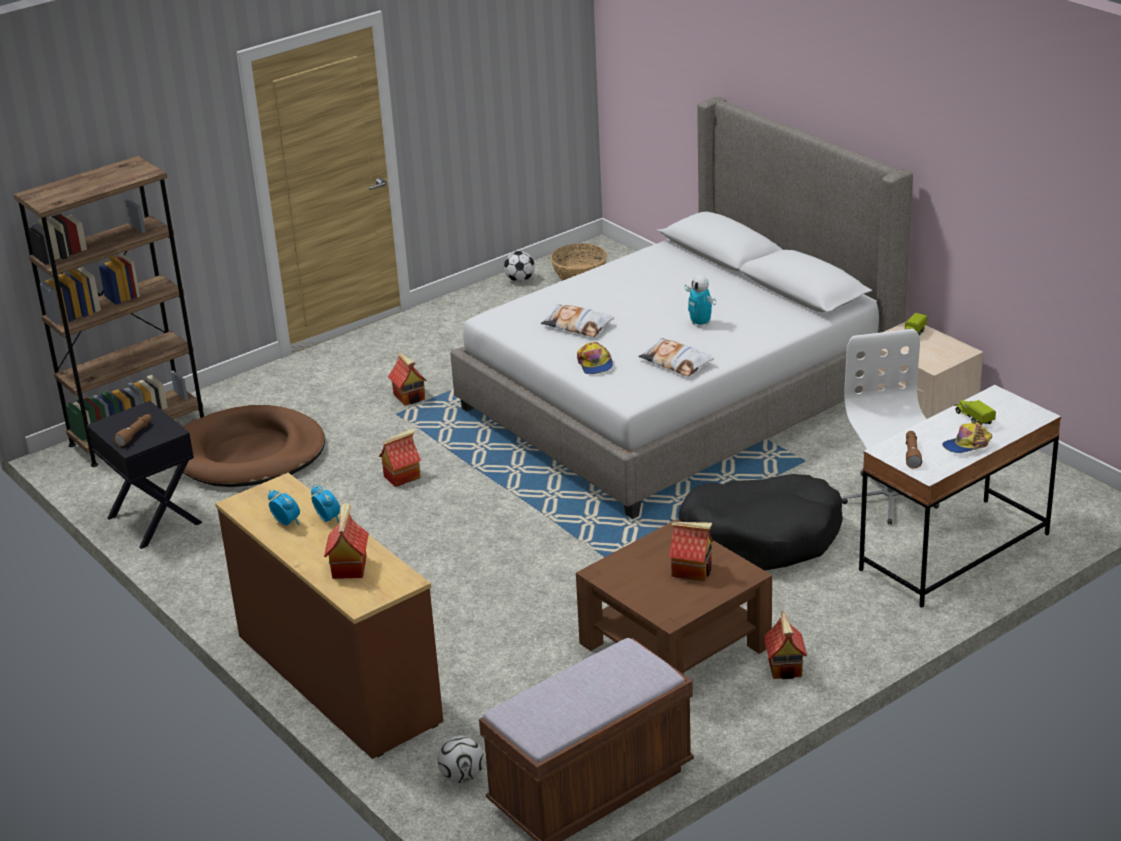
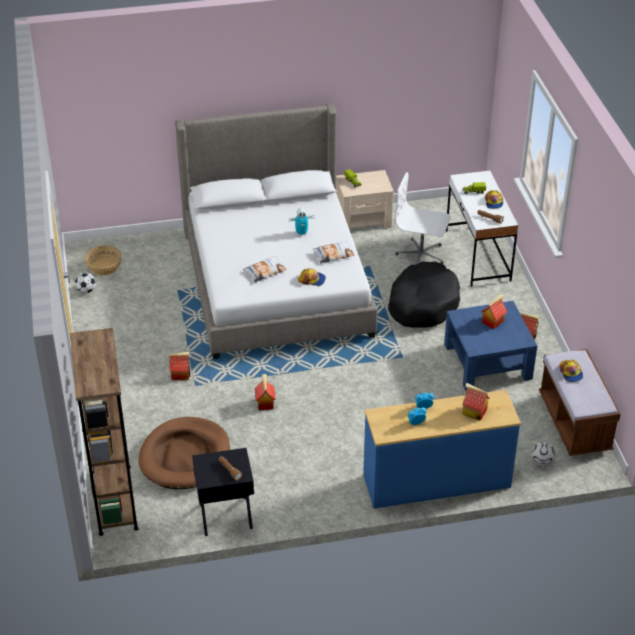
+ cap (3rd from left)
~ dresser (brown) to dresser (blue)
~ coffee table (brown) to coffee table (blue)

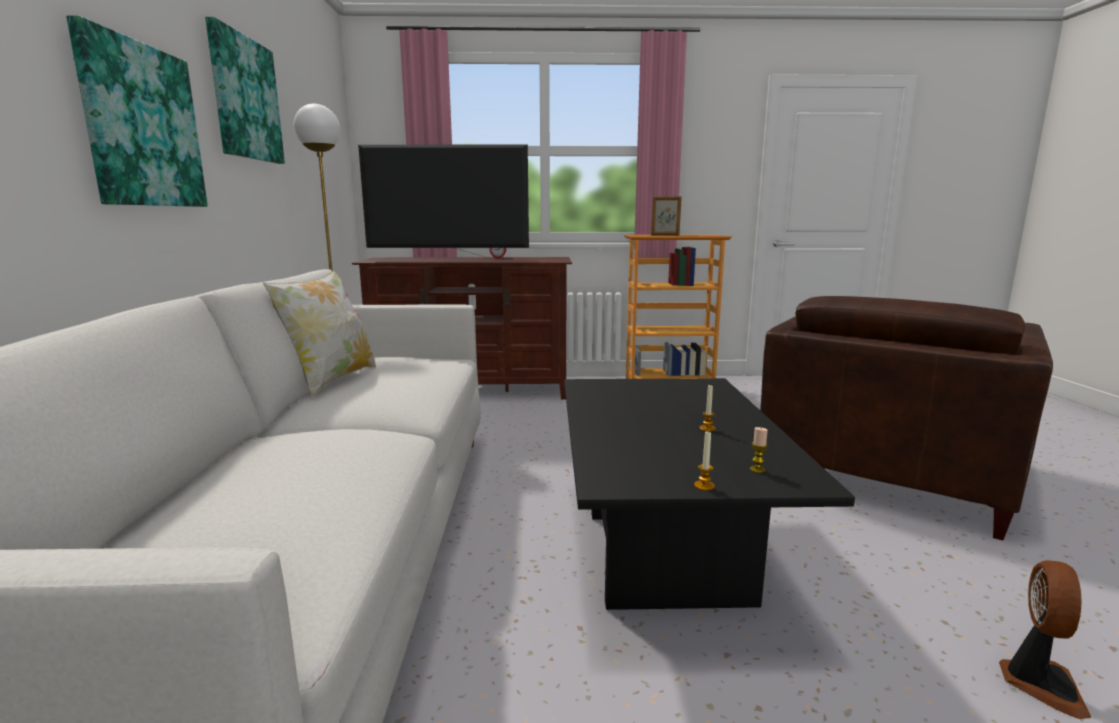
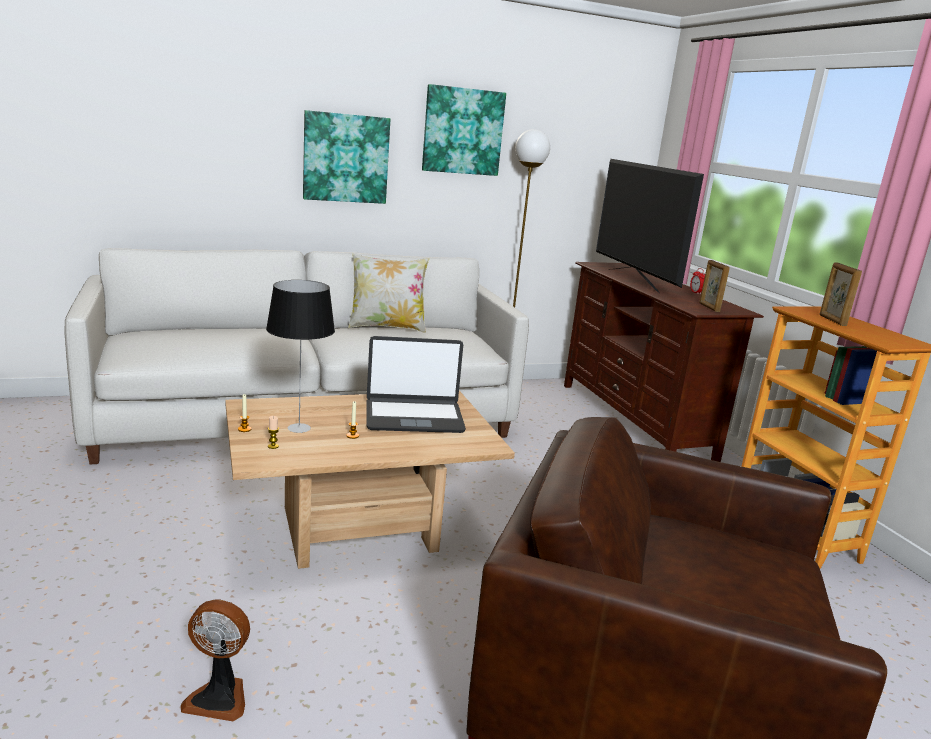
+ table lamp
+ laptop
+ picture frame (1st from left)
~ coffee table (black) to coffee table (beige)

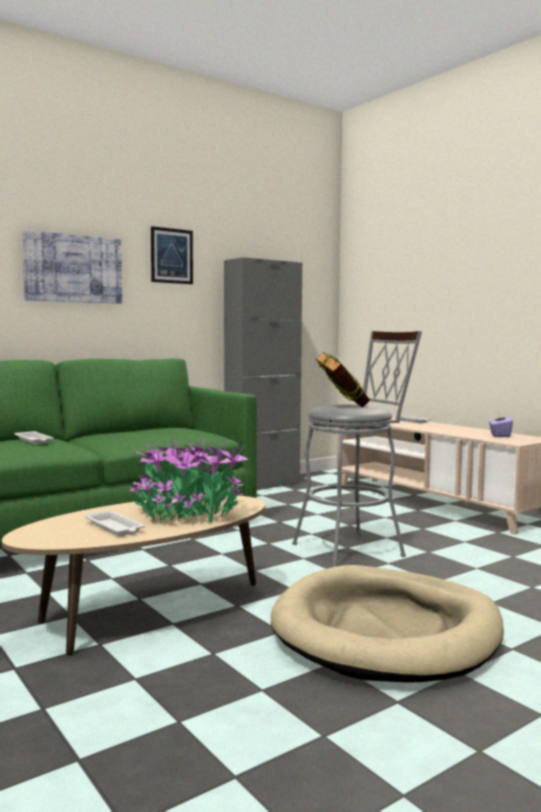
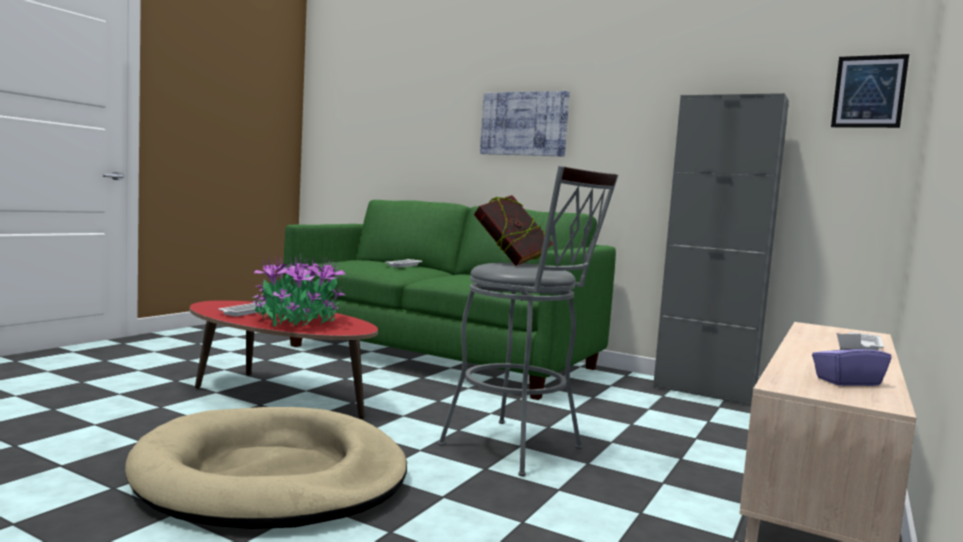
~ picture (2nd from left)
~ coffee table (beige) to coffee table (red)

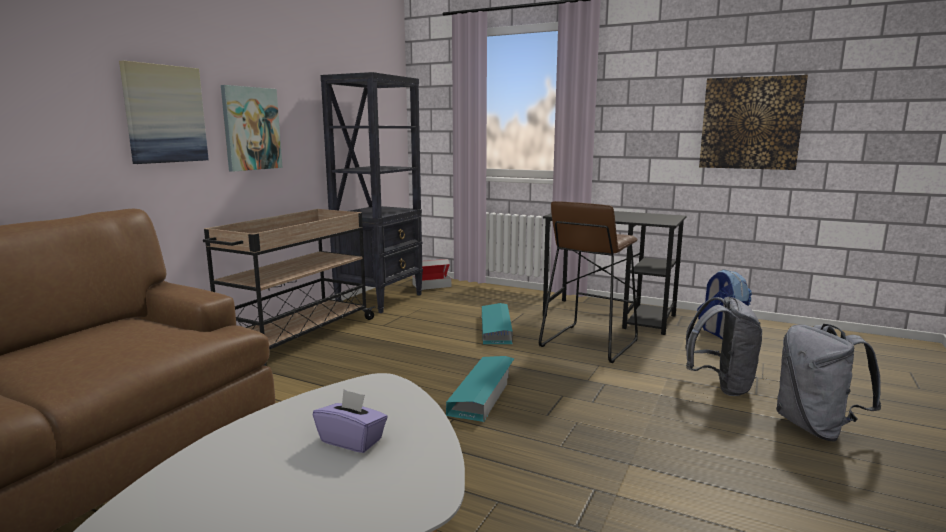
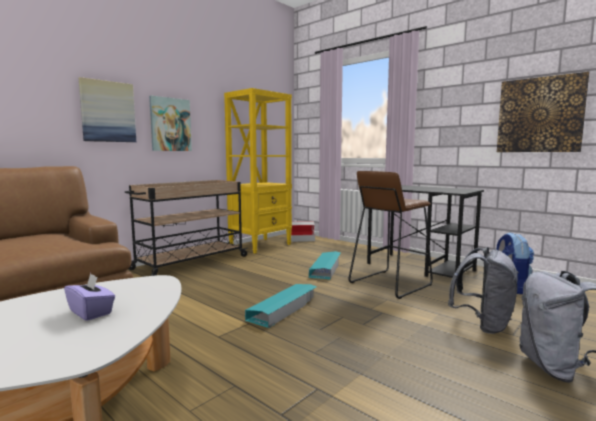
~ bookcase (black) to bookcase (yellow)

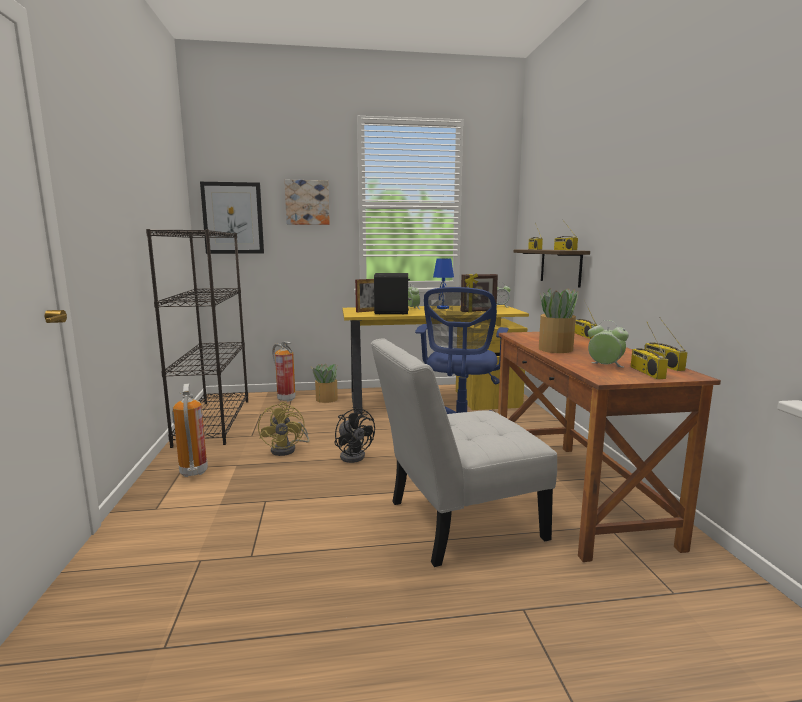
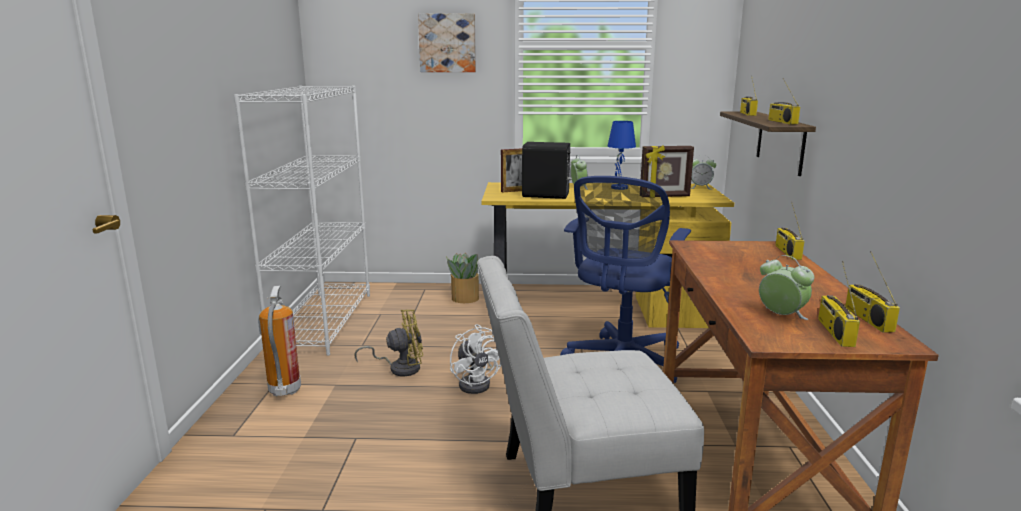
- picture (1st from left)
- fire extinguisher (2nd from left)
- potted plant (2nd from left)
~ bookcase (black) to bookcase (white)
~ fan (black) to fan (white)
~ fan (yellow) 105 degrees counterclockwise

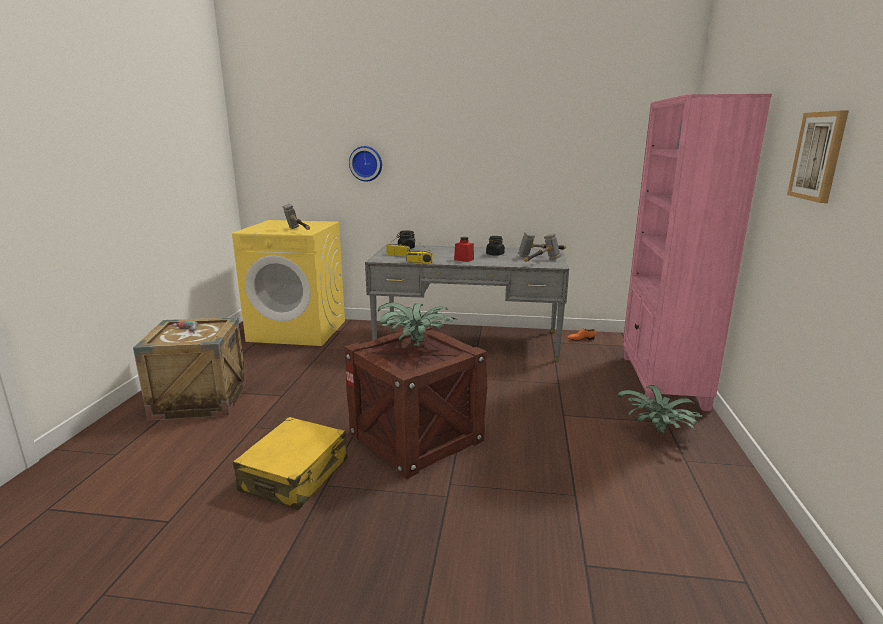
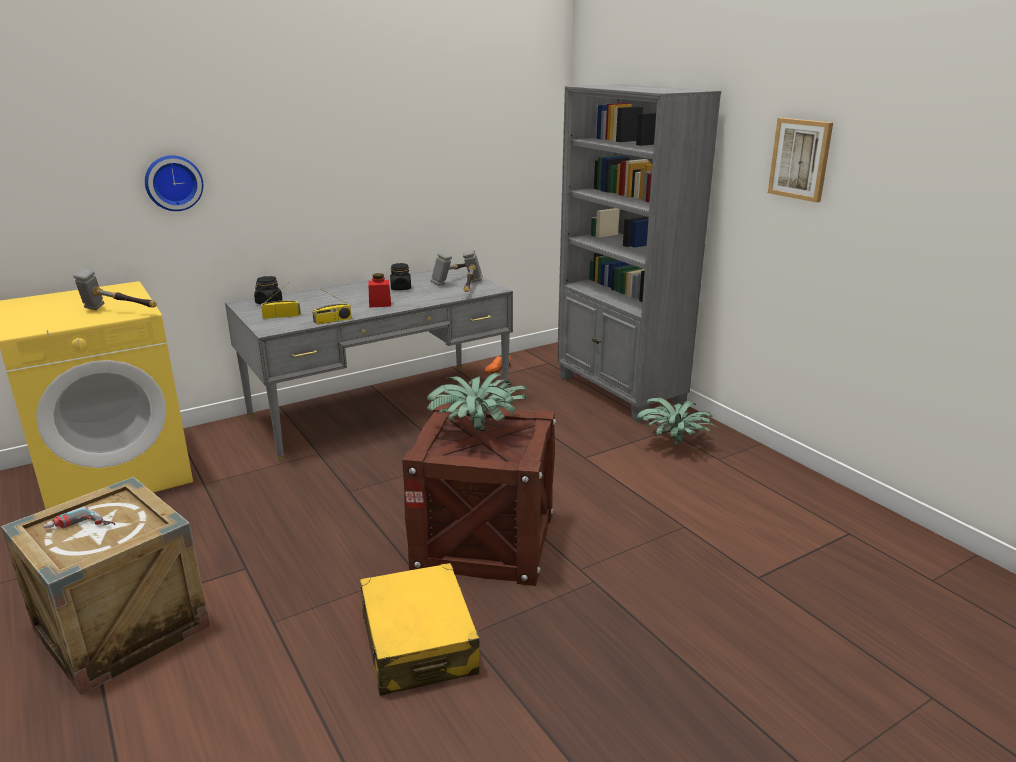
~ bookcase (pink) to bookcase (grey)

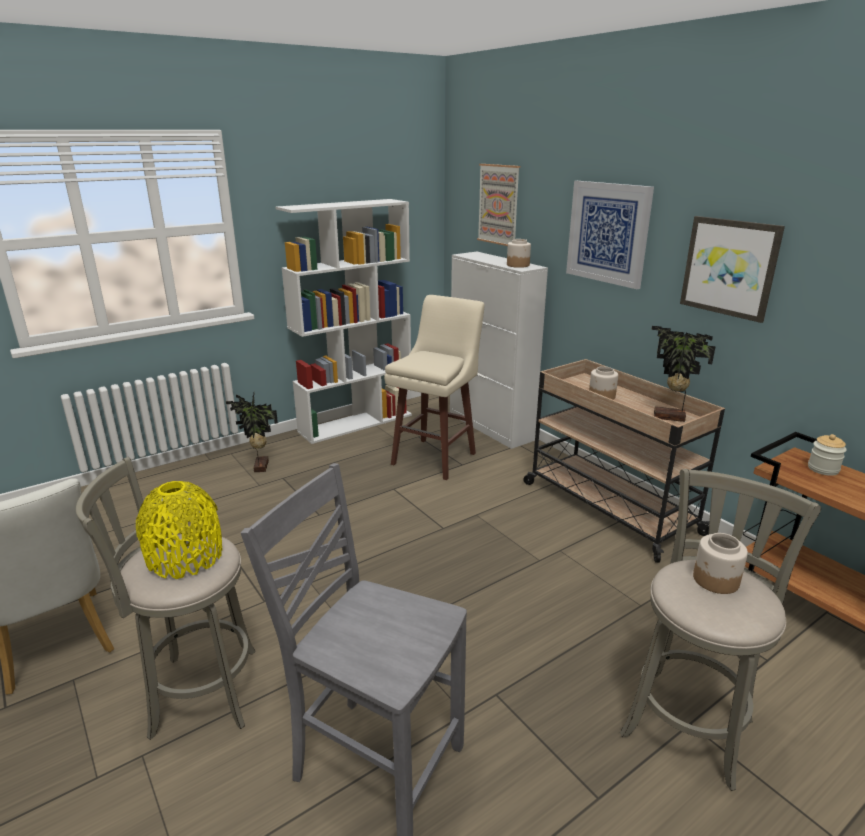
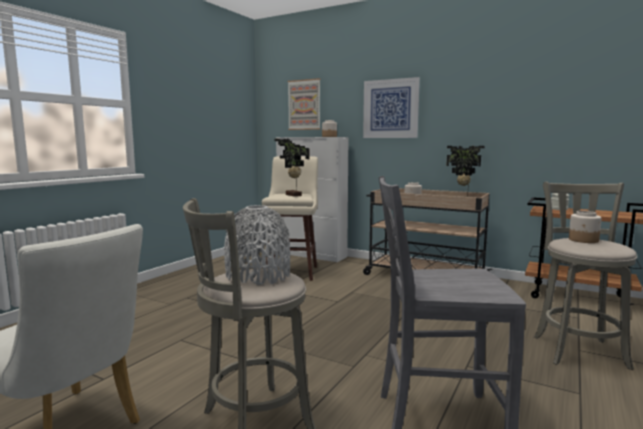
- bookcase (white)
- picture (3rd from left)
~ potted plant (1st from left)
~ vase (yellow) to vase (grey)

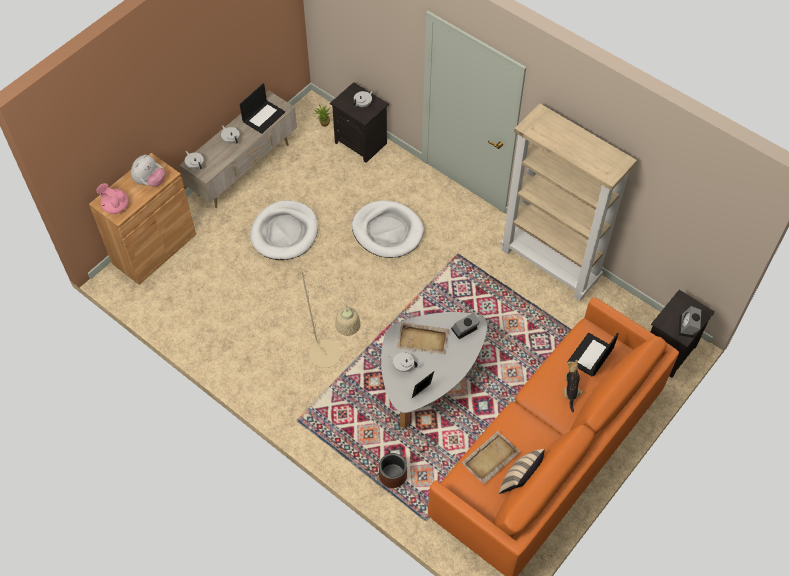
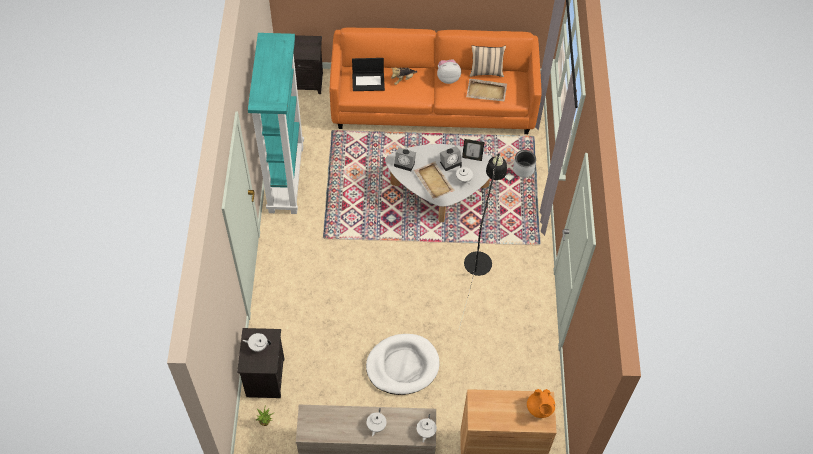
- laptop (1st from left)
- dog bed (white) (2nd from left)
~ plush toy (1st from left in the first image) to plush toy (2nd from left)
~ alarm clock (2nd from left)
~ teapot (pink) to teapot (orange)
~ floor lamp (beige) to floor lamp (black)
~ planter (brown) to planter (grey)
~ bookcase (beige) to bookcase (turquoise)

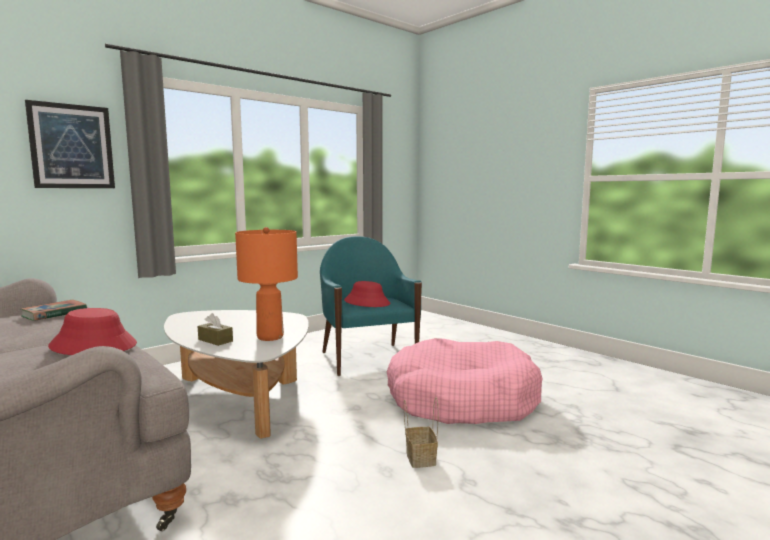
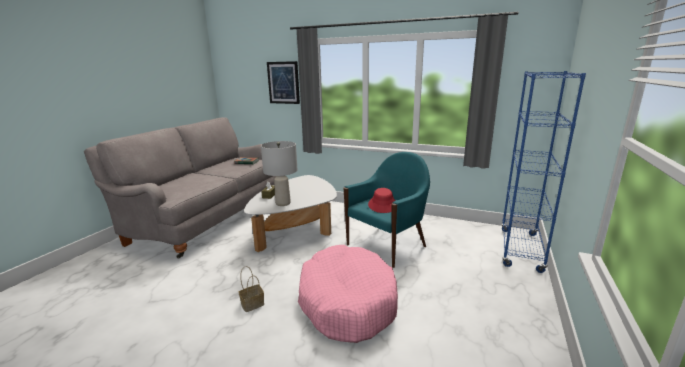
- hat (red) (1st from left)
+ bookcase (blue)
~ table lamp (orange) to table lamp (grey)

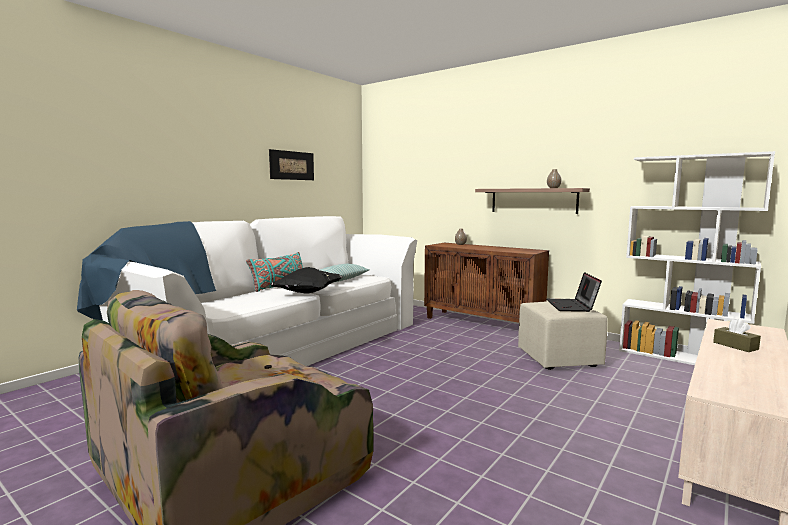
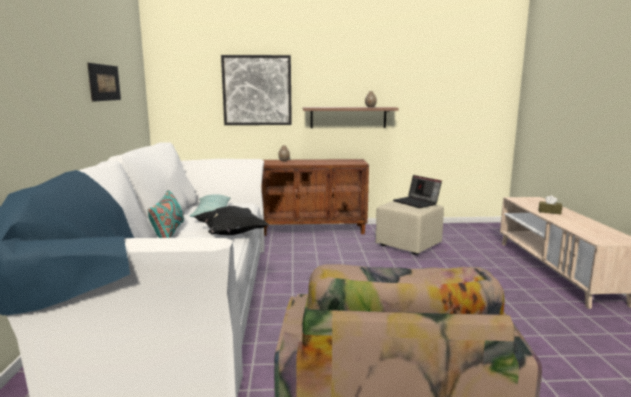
- bookcase (white)
+ picture (2nd from left)

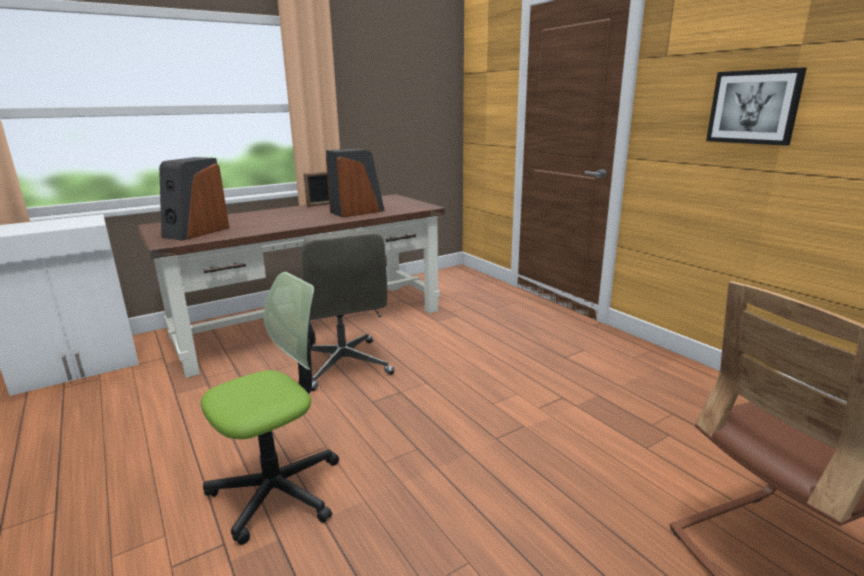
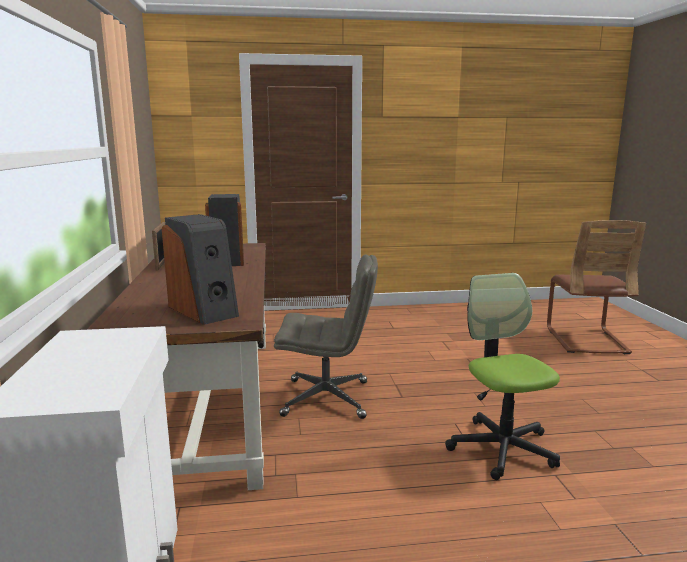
- picture

